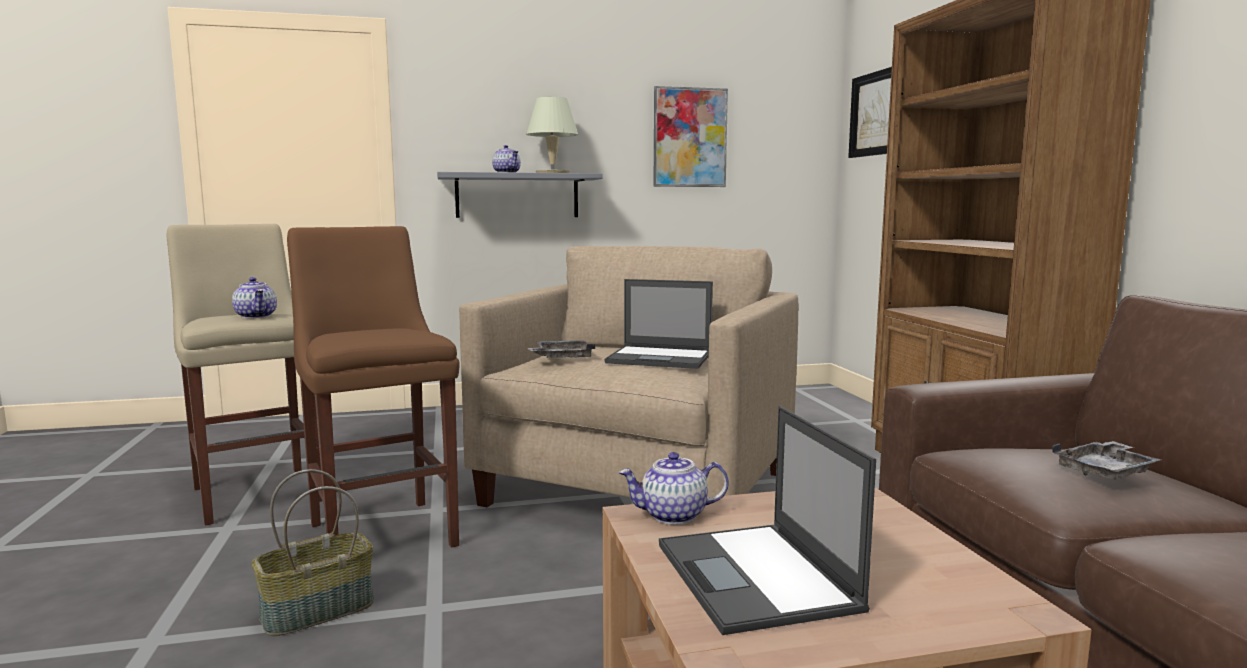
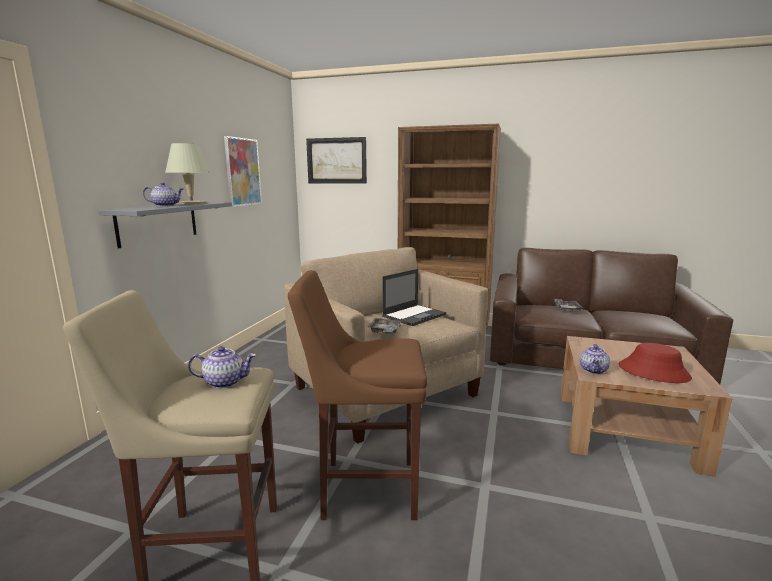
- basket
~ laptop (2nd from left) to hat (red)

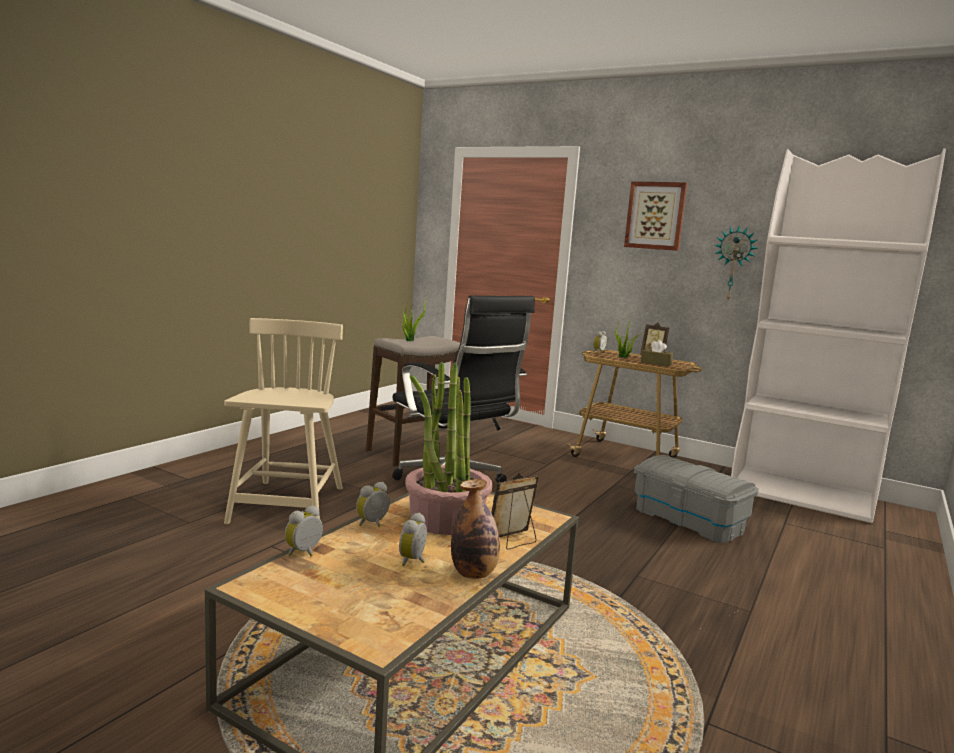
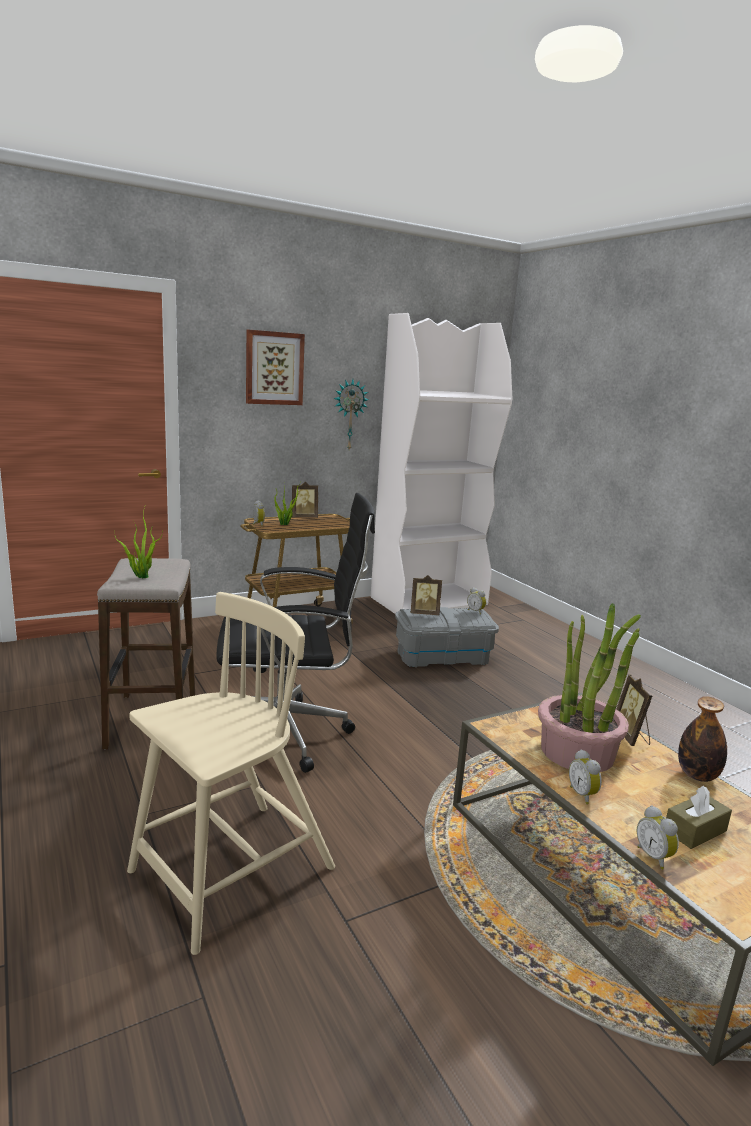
+ picture frame (2nd from left)
~ alarm clock (3rd from left in the first image) to alarm clock (2nd from left)
~ tissue box (brown)
~ chair (beige) 105 degrees clockwise

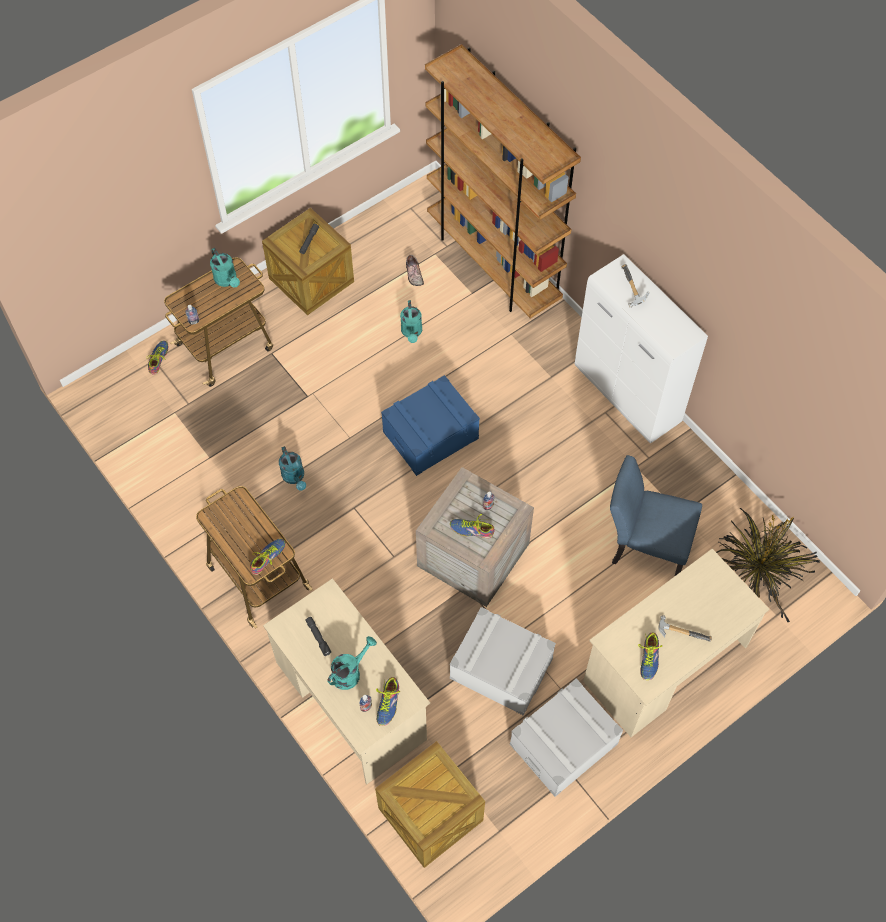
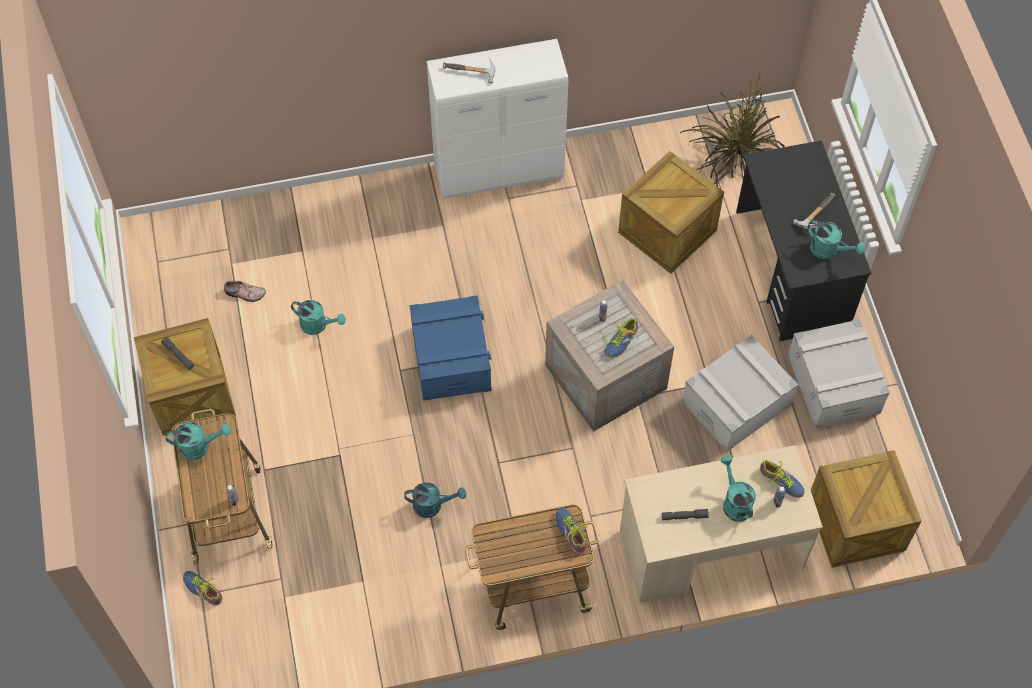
- bookcase (brown)
~ chair (blue) to crate (3rd from left)
~ shoe (6th from left) to watering can (turquoise) (5th from left)
~ desk (beige) (2nd from left) to desk (black)

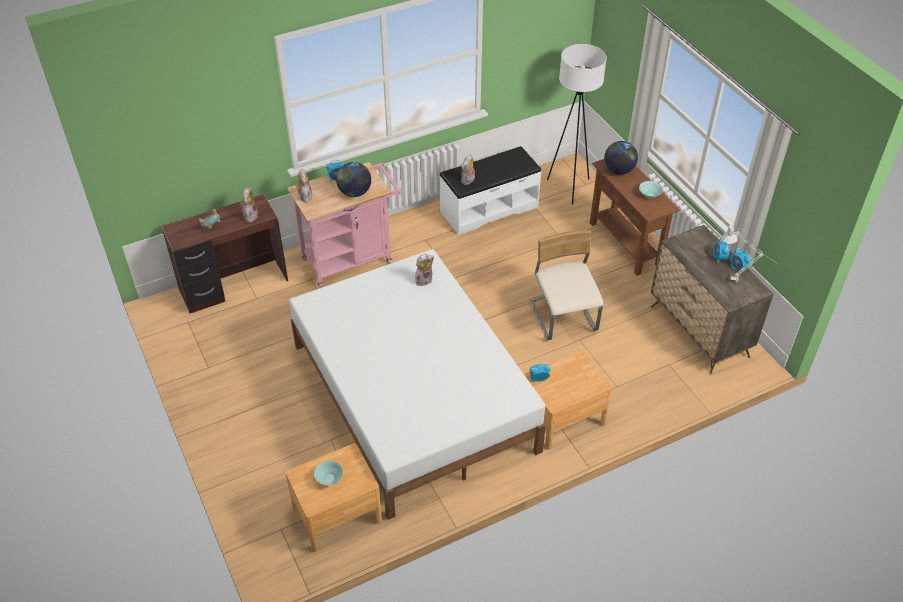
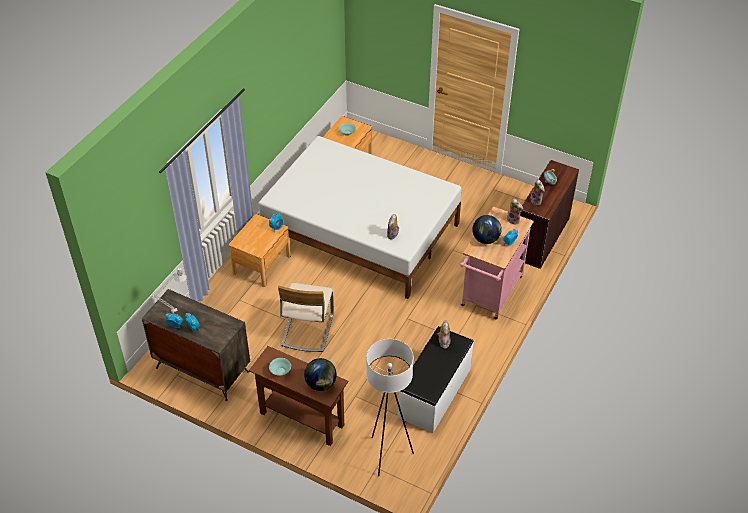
~ chair (beige) 60 degrees clockwise

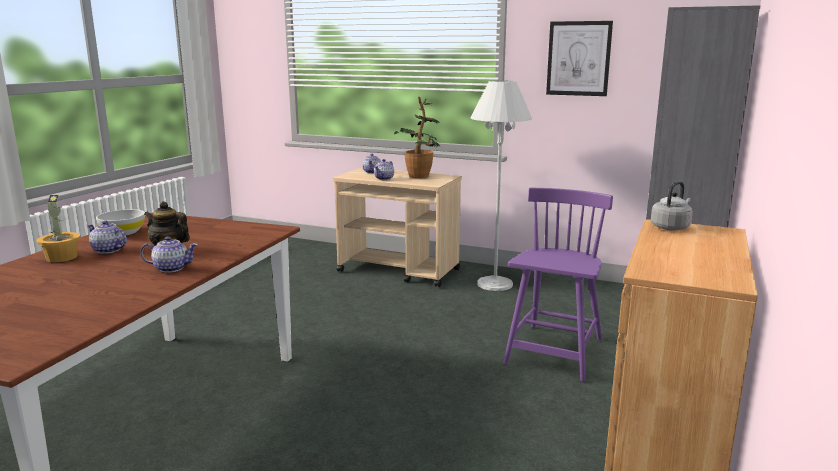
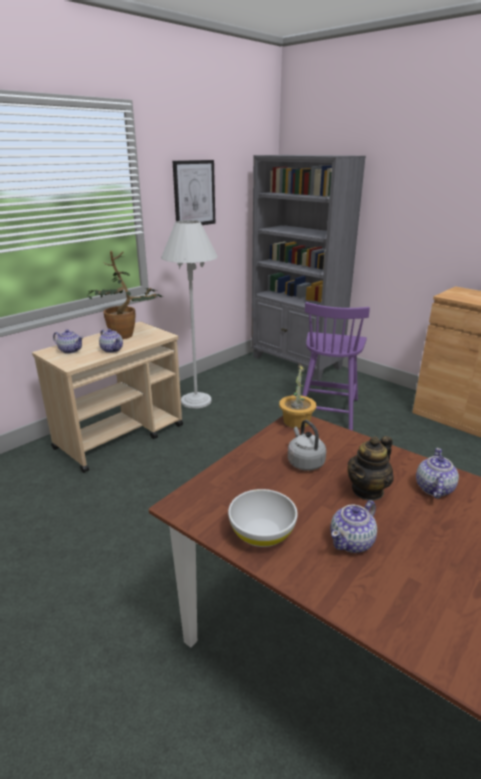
~ potted plant (1st from left in the first image) to potted plant (2nd from left)
~ kettle (grey)
~ chair (purple) 120 degrees counterclockwise

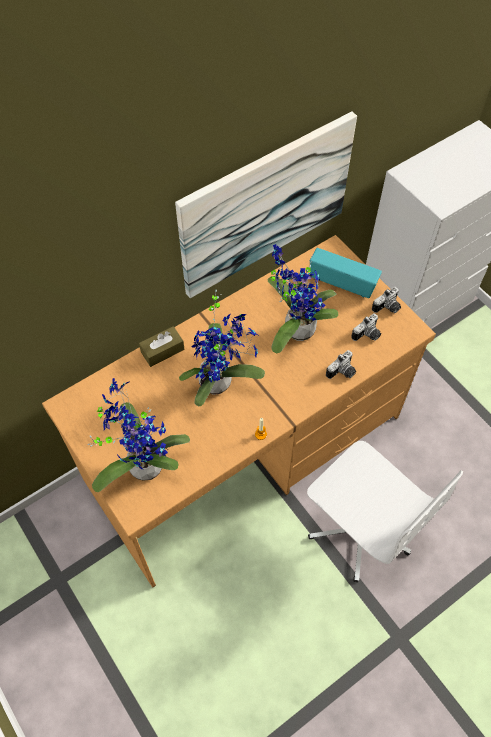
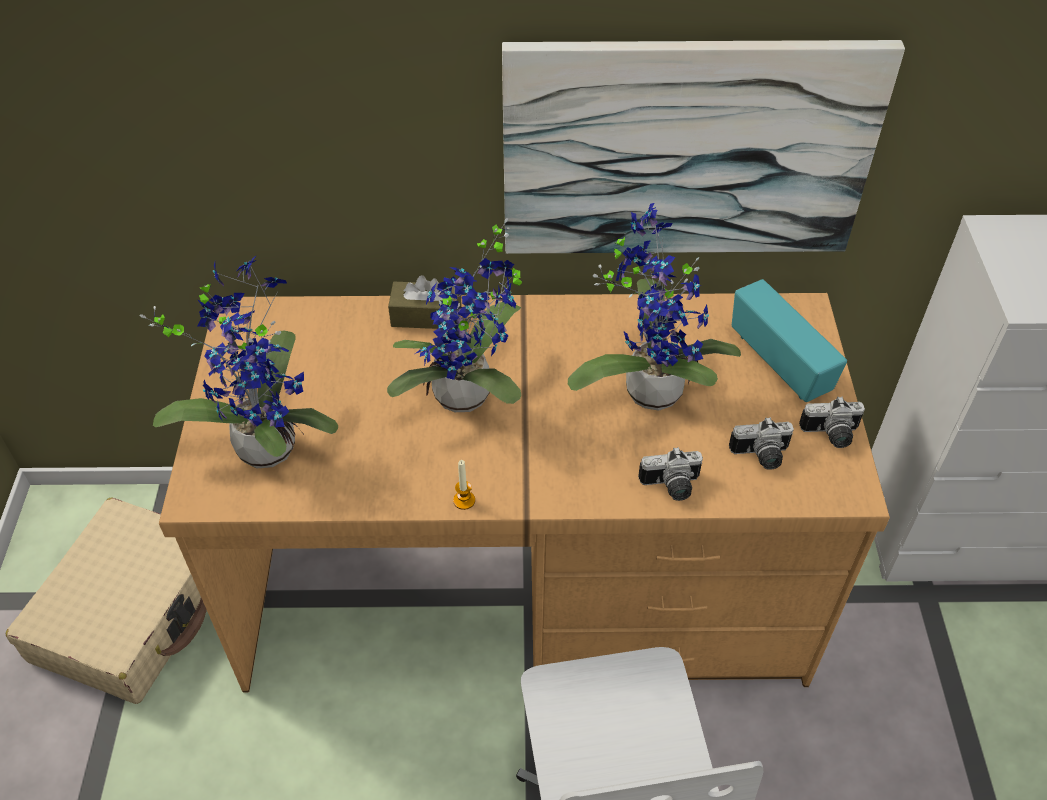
+ suitcase (beige)

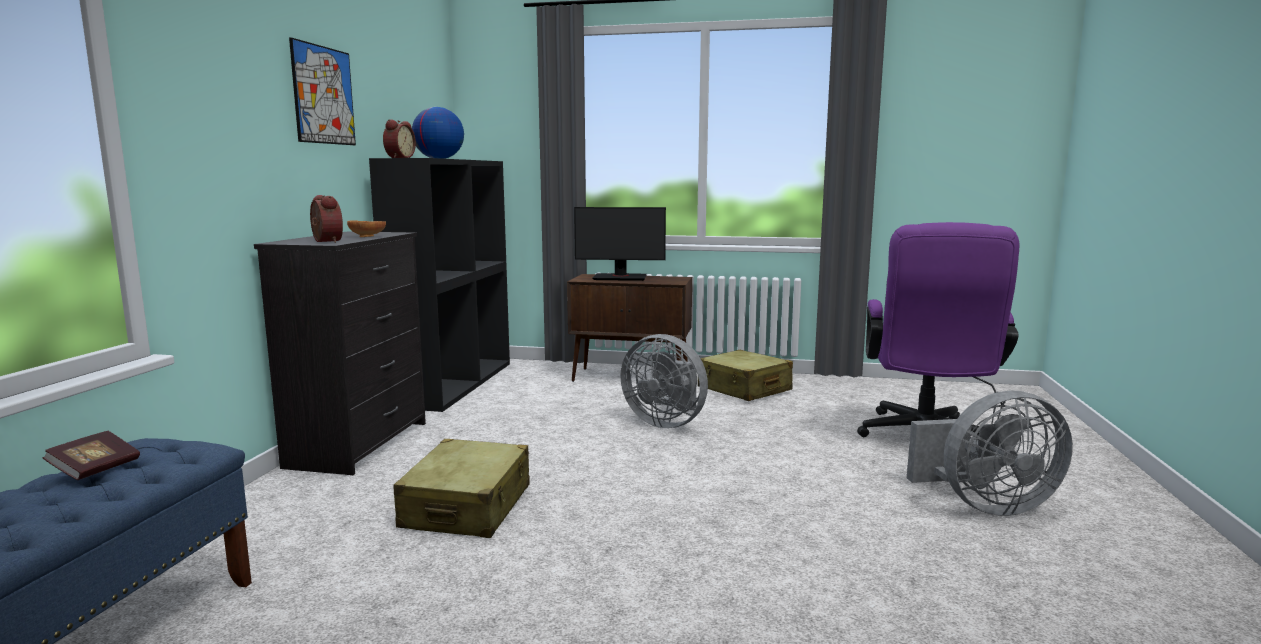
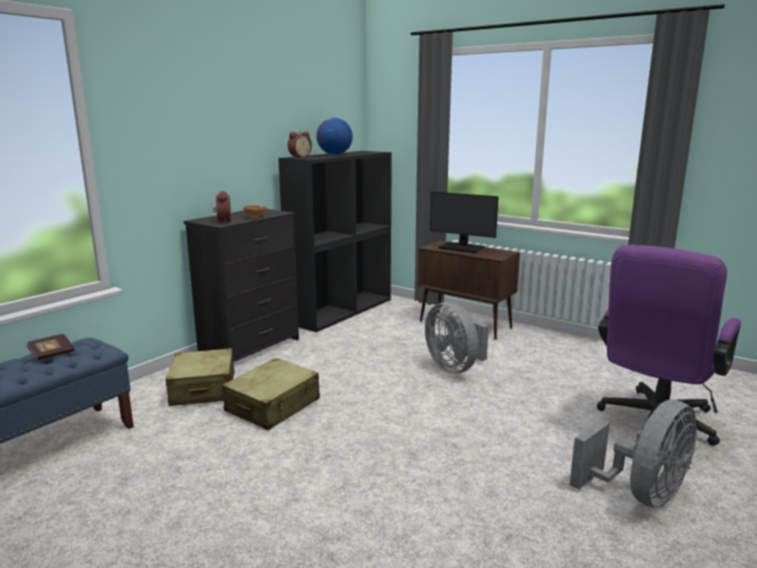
- picture
~ suitcase (beige) (2nd from left in the first image) to suitcase (beige) (1st from left)
~ fan (grey) (2nd from left) 60 degrees counterclockwise

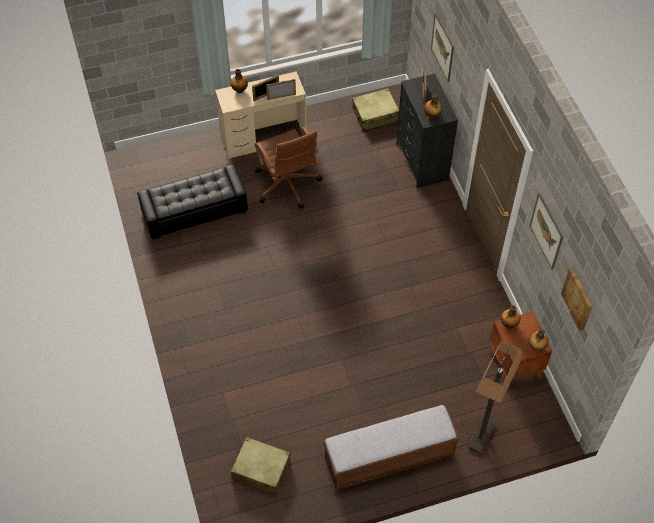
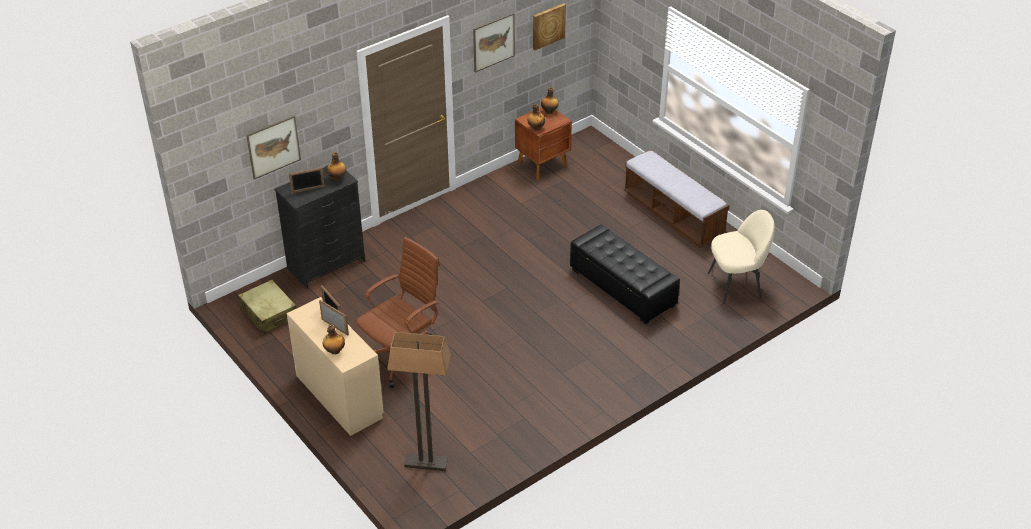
~ ottoman (black)
~ floor lamp
~ suitcase (beige) (1st from left) to chair (beige)

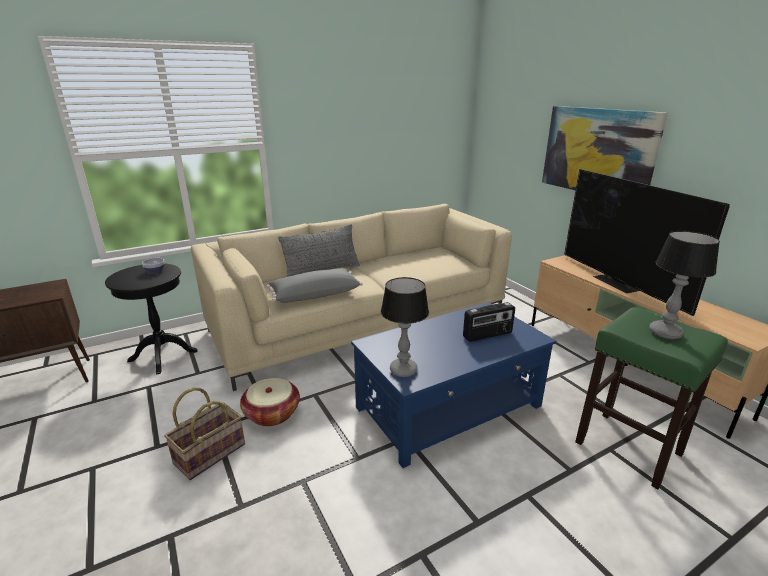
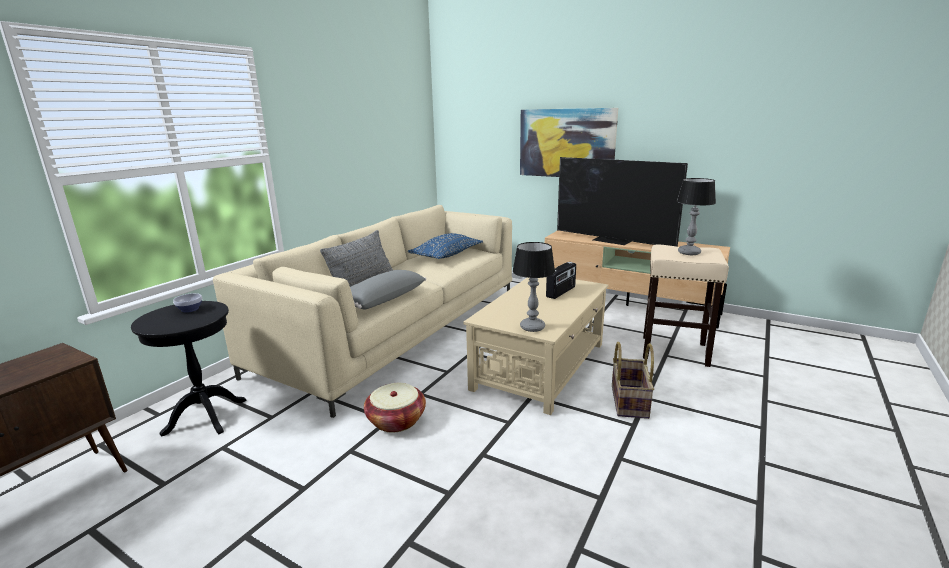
+ pillow (blue)
~ basket (1st from left in the first image) to basket (2nd from left)
~ coffee table (blue) to coffee table (beige)
~ stool (green) to stool (beige)

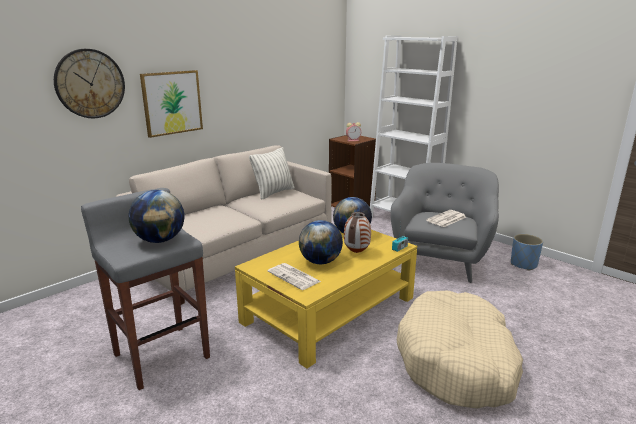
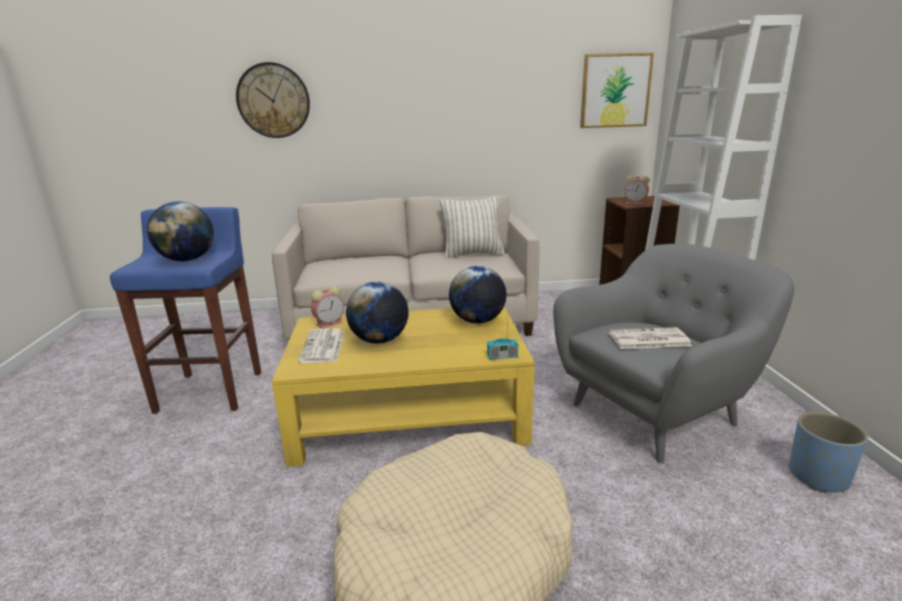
- vase
+ alarm clock (1st from left)
~ picture
~ stool (grey) to stool (blue)

